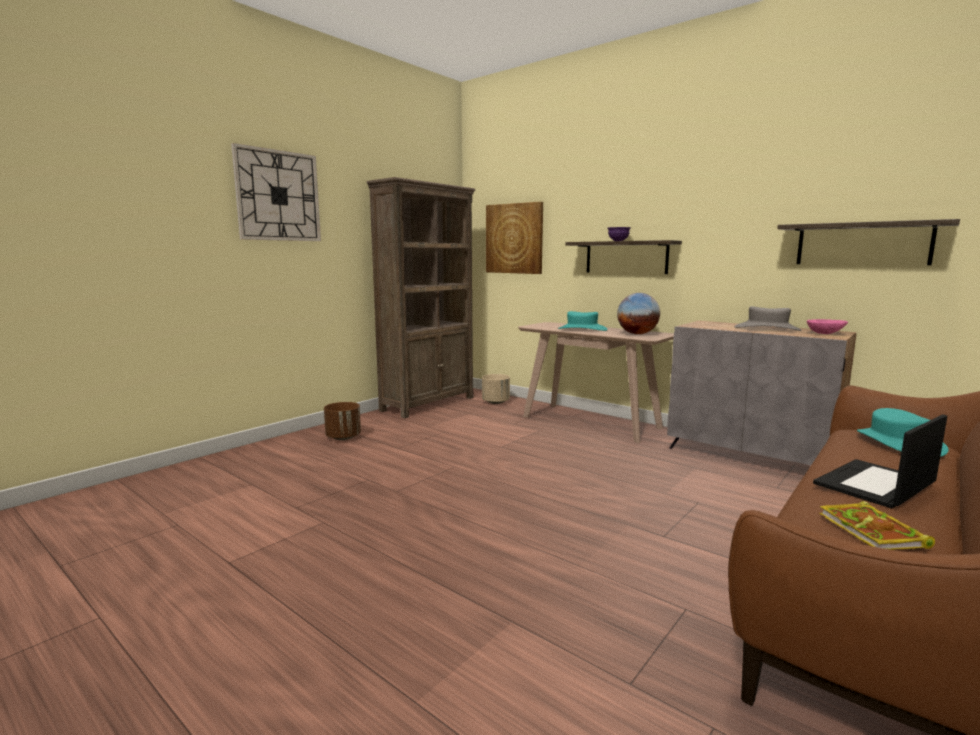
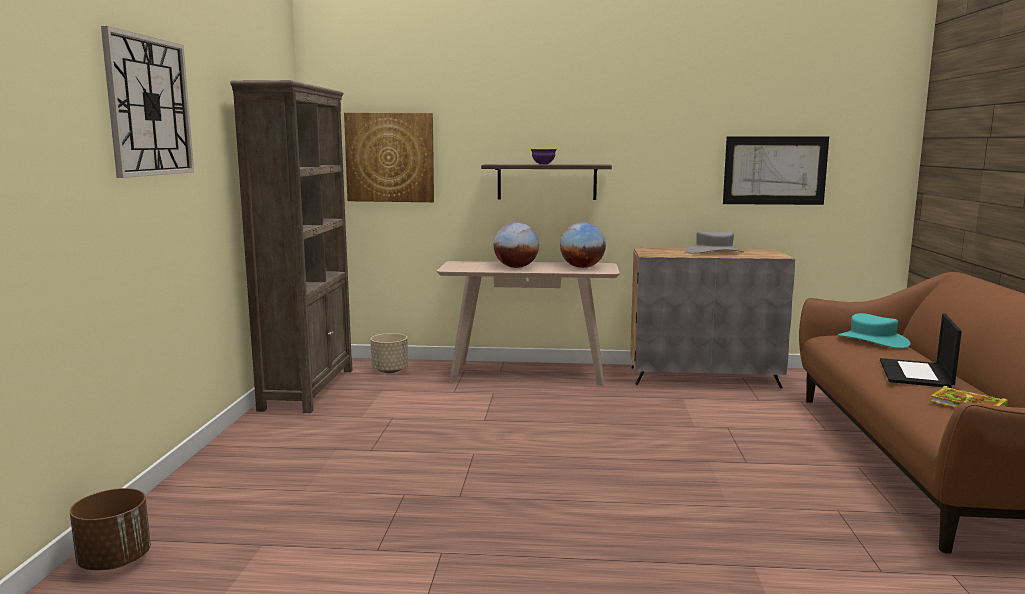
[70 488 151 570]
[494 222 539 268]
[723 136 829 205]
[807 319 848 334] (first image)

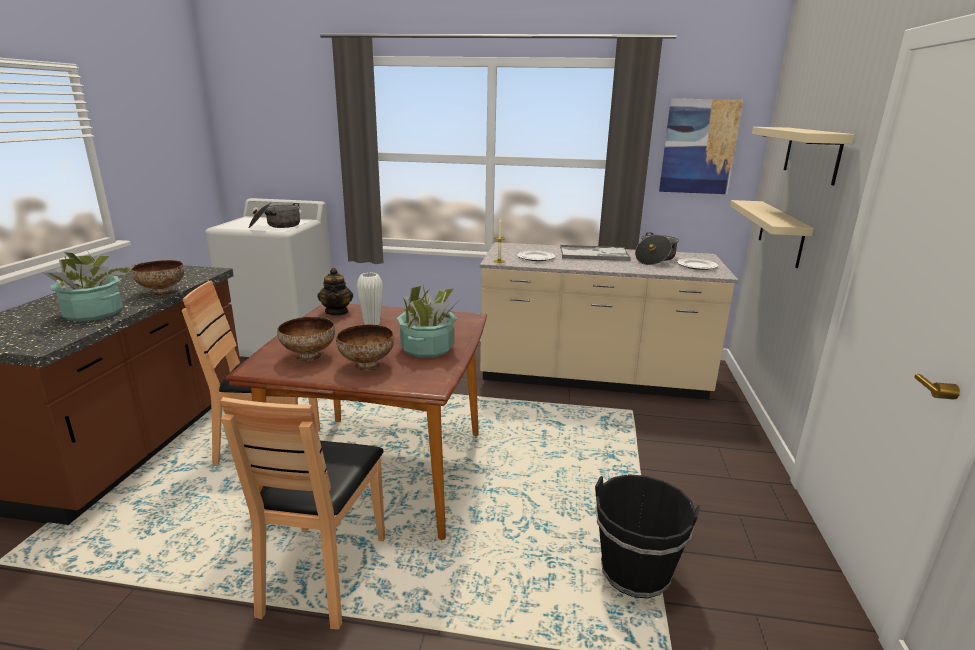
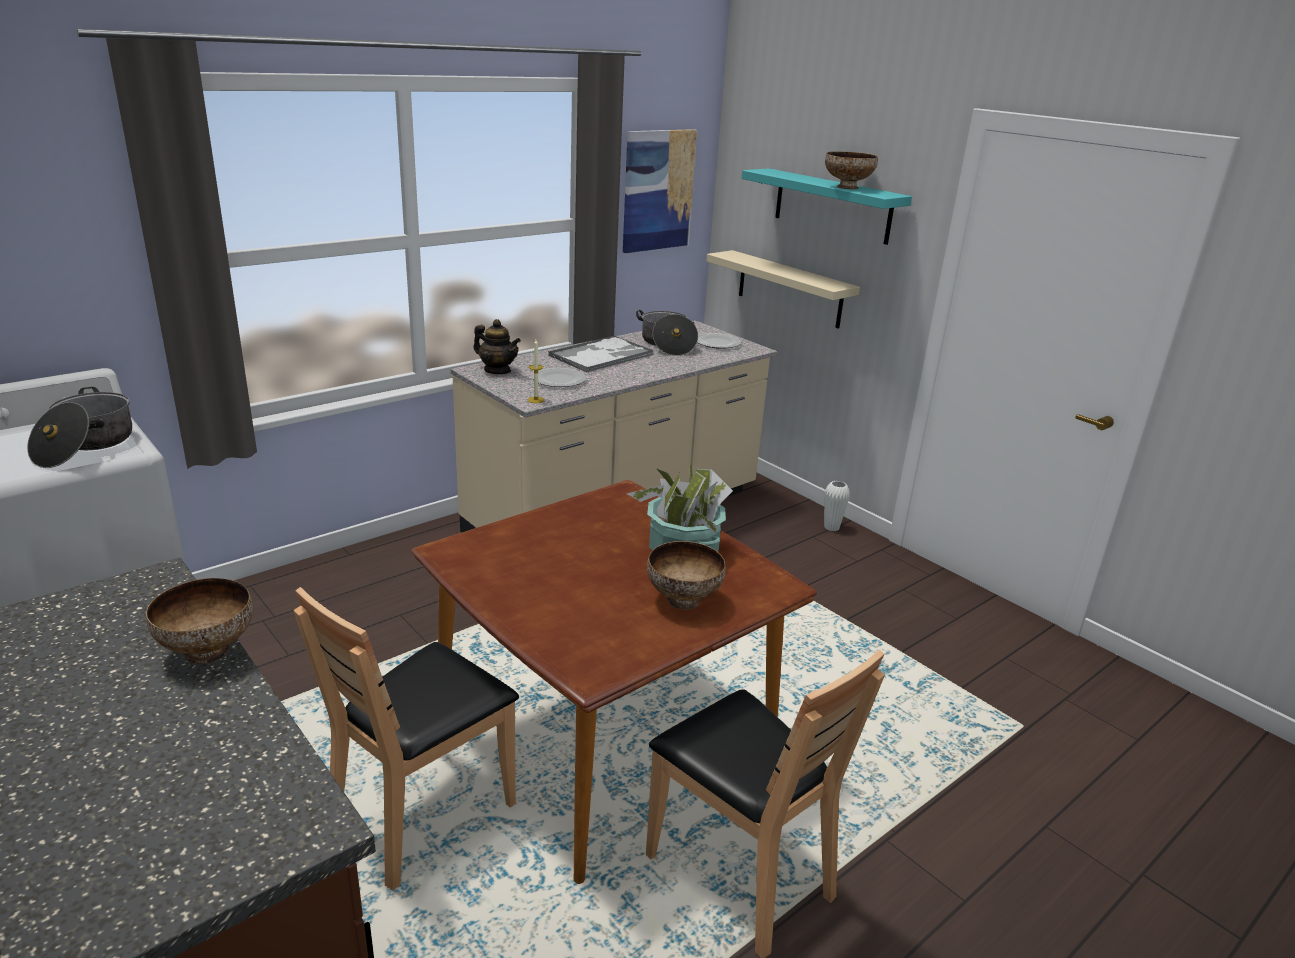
[474 319 521 374]
[742 168 912 245]
[824 481 850 531]
[825 151 878 189]
[41 251 135 322] (first image)
[595 474 700 598] (first image)

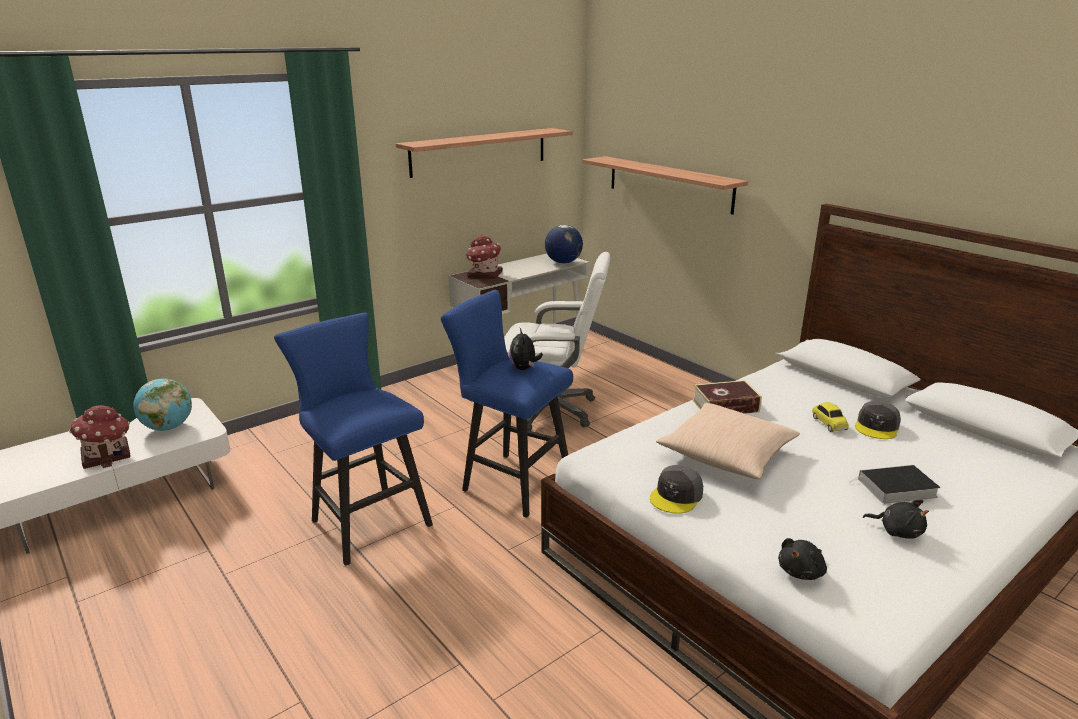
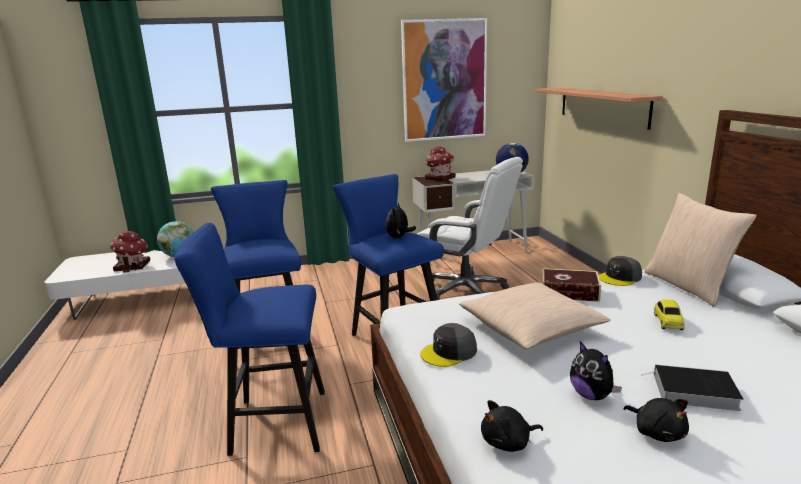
[174 223 325 456]
[401 18 487 142]
[570 342 622 400]
[599 256 642 286]
[644 193 757 307]

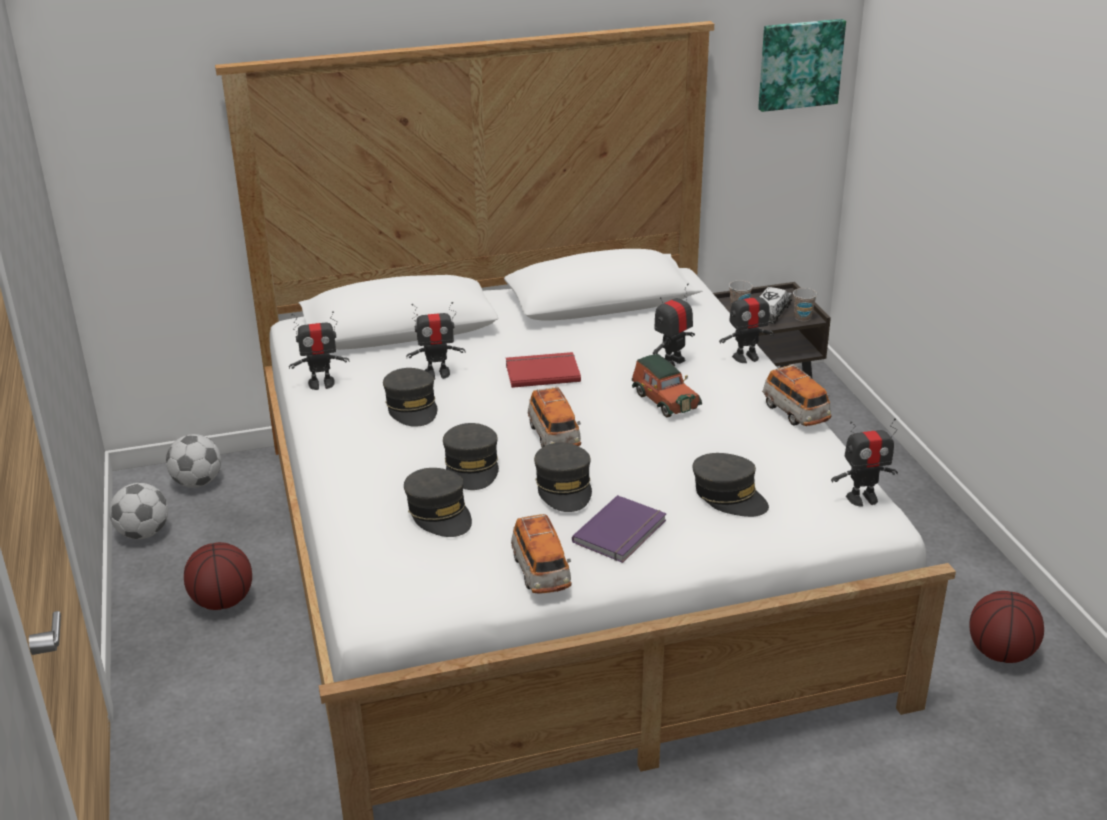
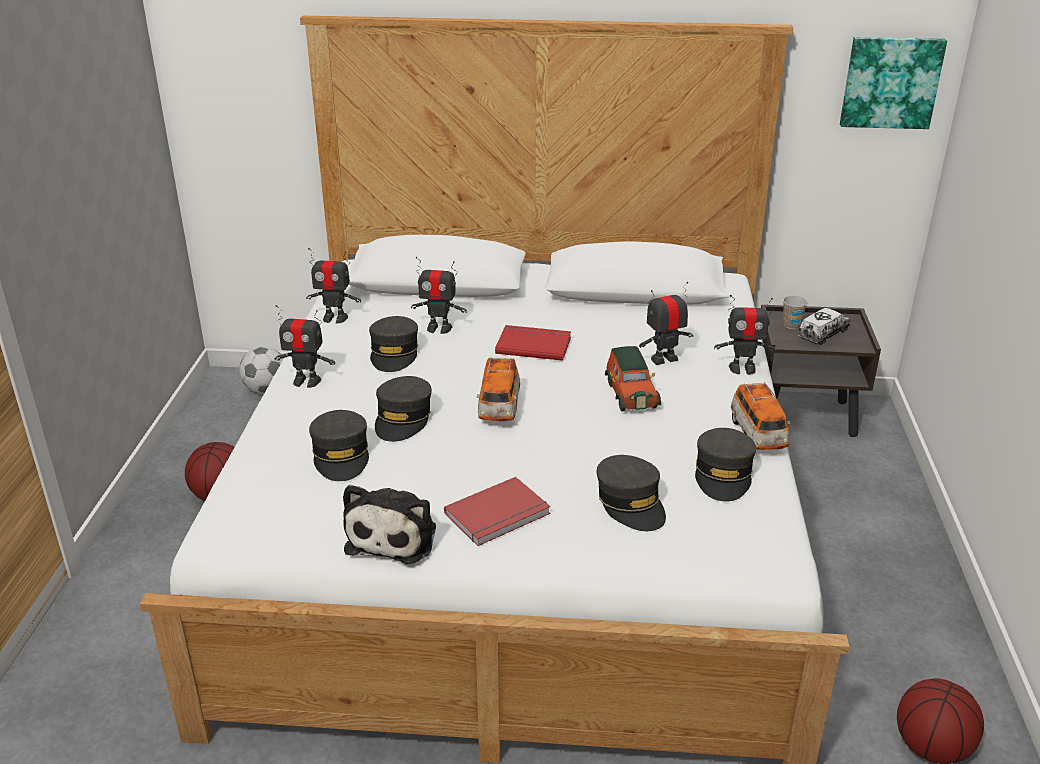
[275 305 335 388]
[343 484 436 564]
[444 477 551 546]
[695 428 756 502]
[109 483 168 539] (first image)
[793 288 817 321] (first image)

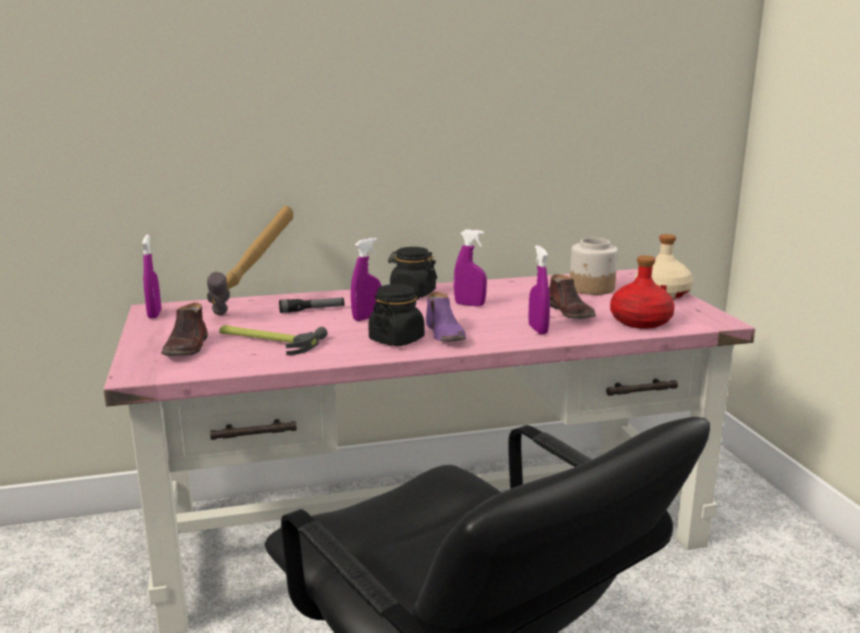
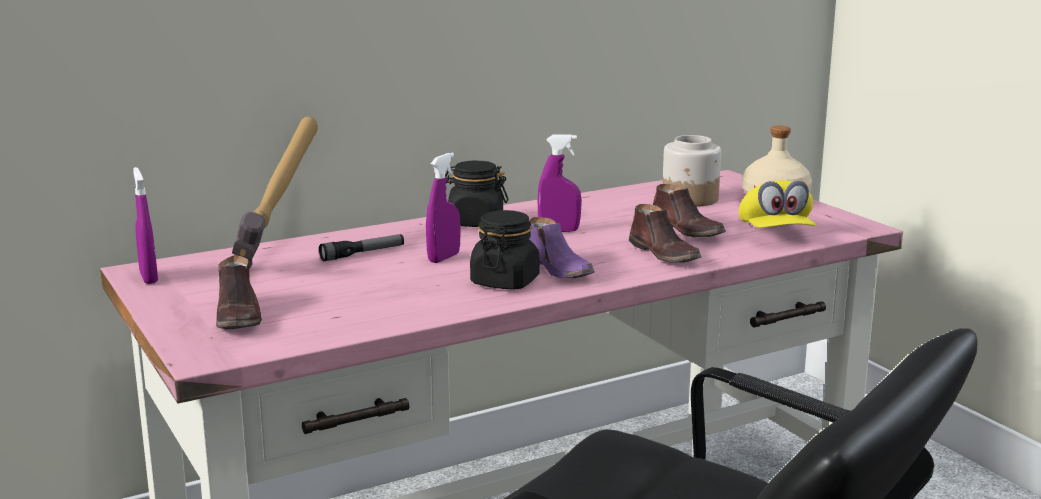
[629 204 701 262]
[739 180 816 228]
[219 325 328 355] (first image)

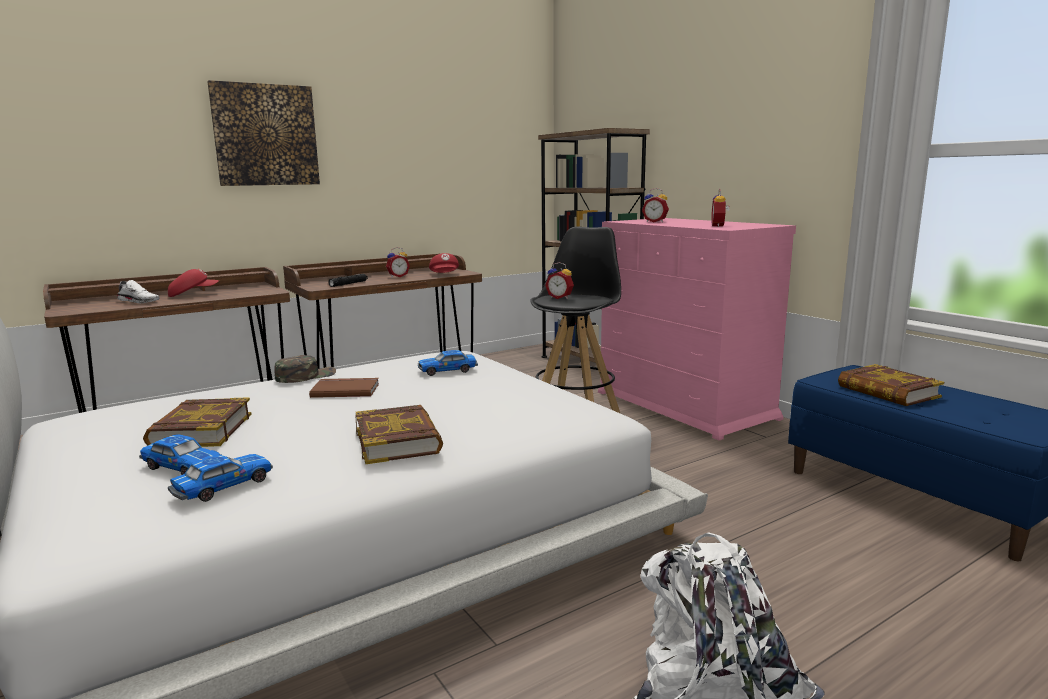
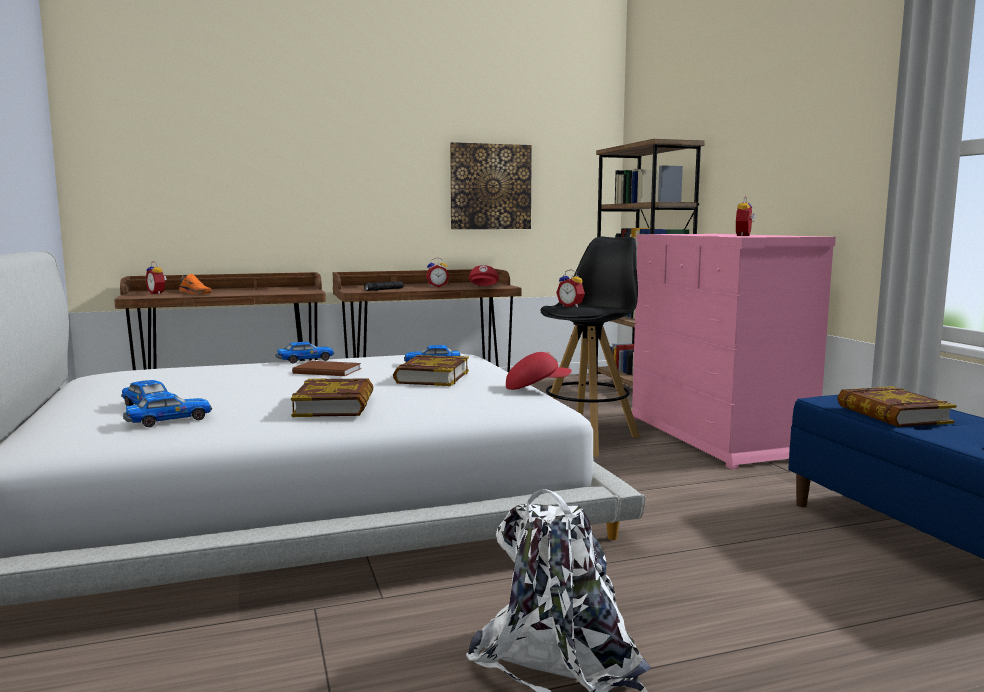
[146 261 167 294]
[179 274 212 295]
[276 342 334 364]
[393 355 469 386]
[450 142 532 229]
[506 352 572 390]

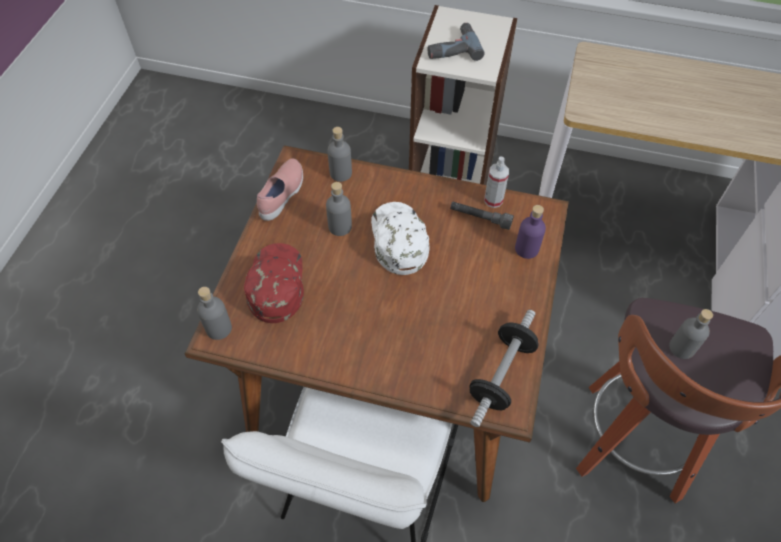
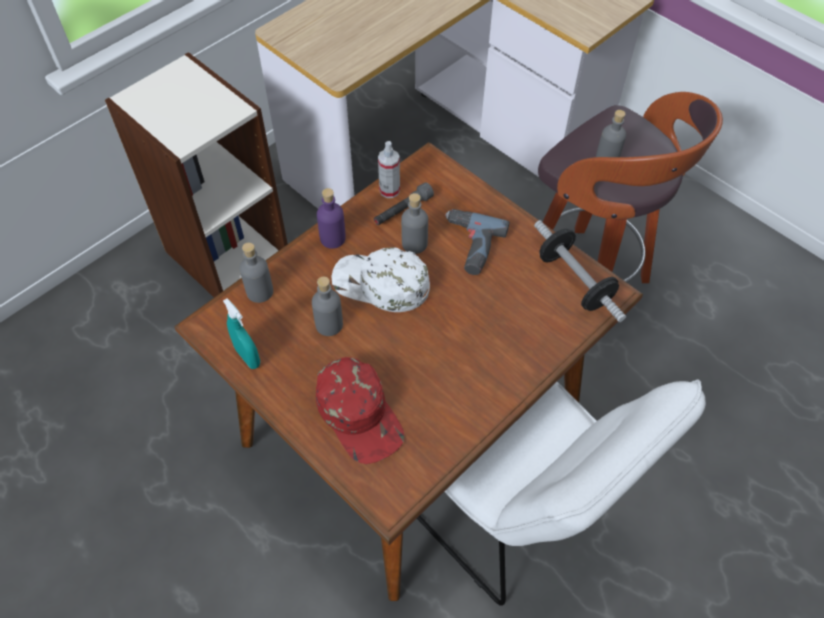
[223 298 260 369]
[316 357 404 464]
[317 188 346 249]
[401 193 428 254]
[445 209 510 275]

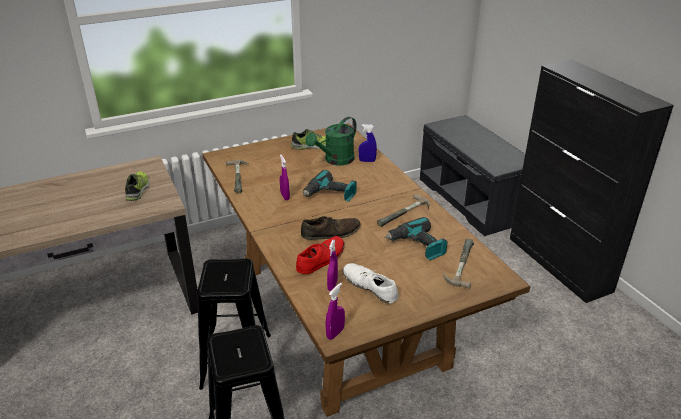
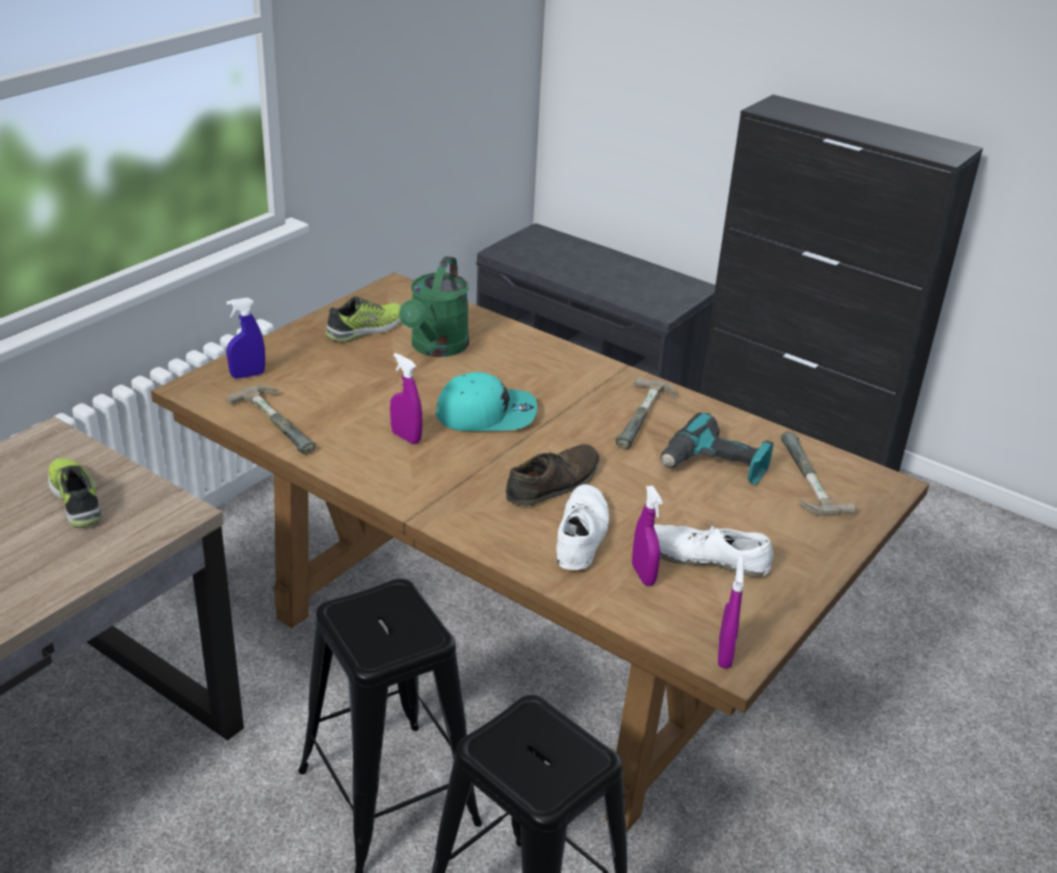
[226 298 265 378]
[436 372 537 431]
[556 484 610 570]

